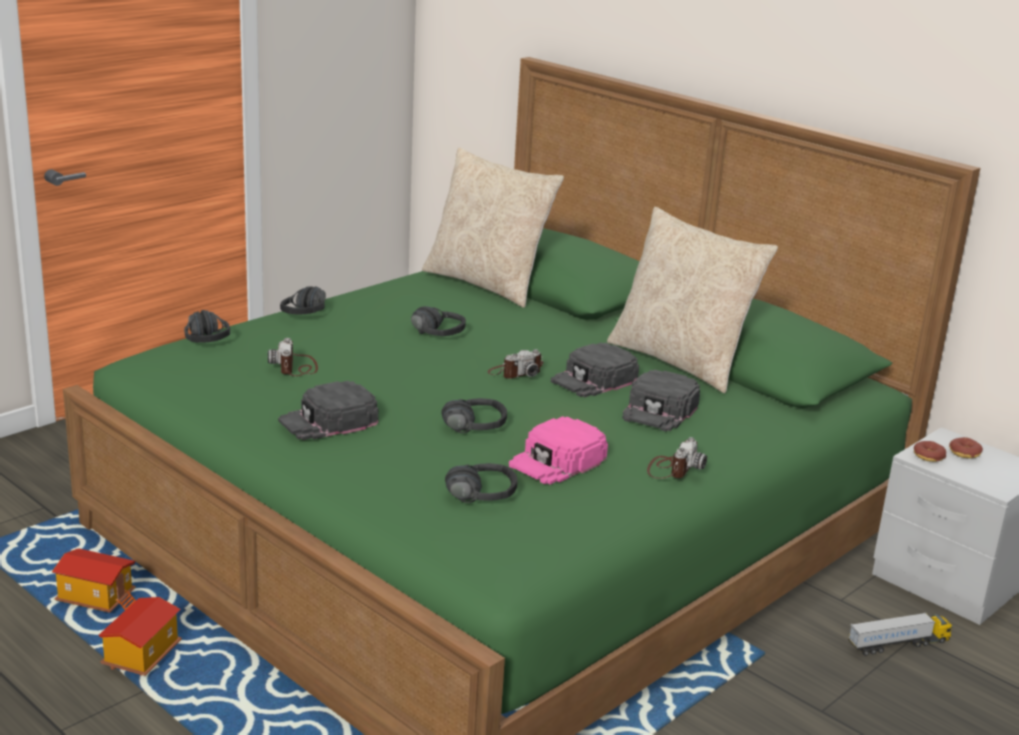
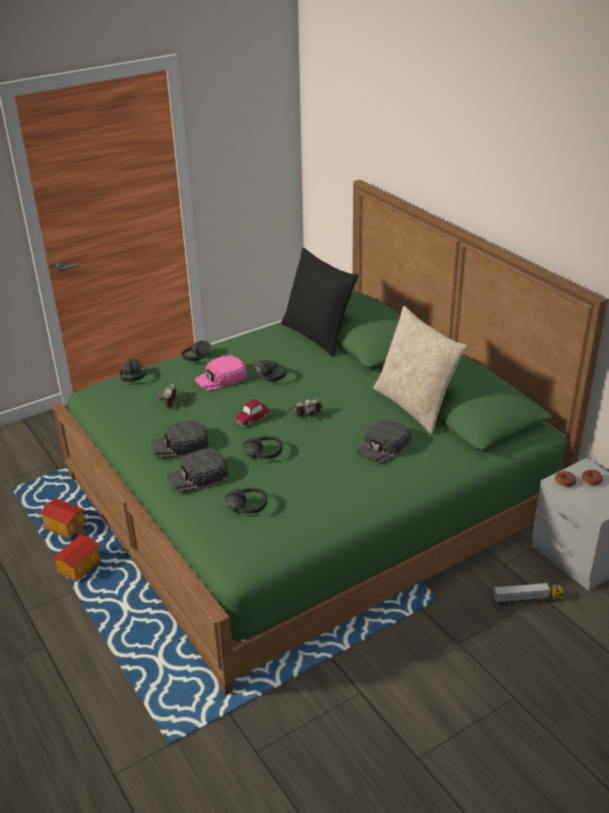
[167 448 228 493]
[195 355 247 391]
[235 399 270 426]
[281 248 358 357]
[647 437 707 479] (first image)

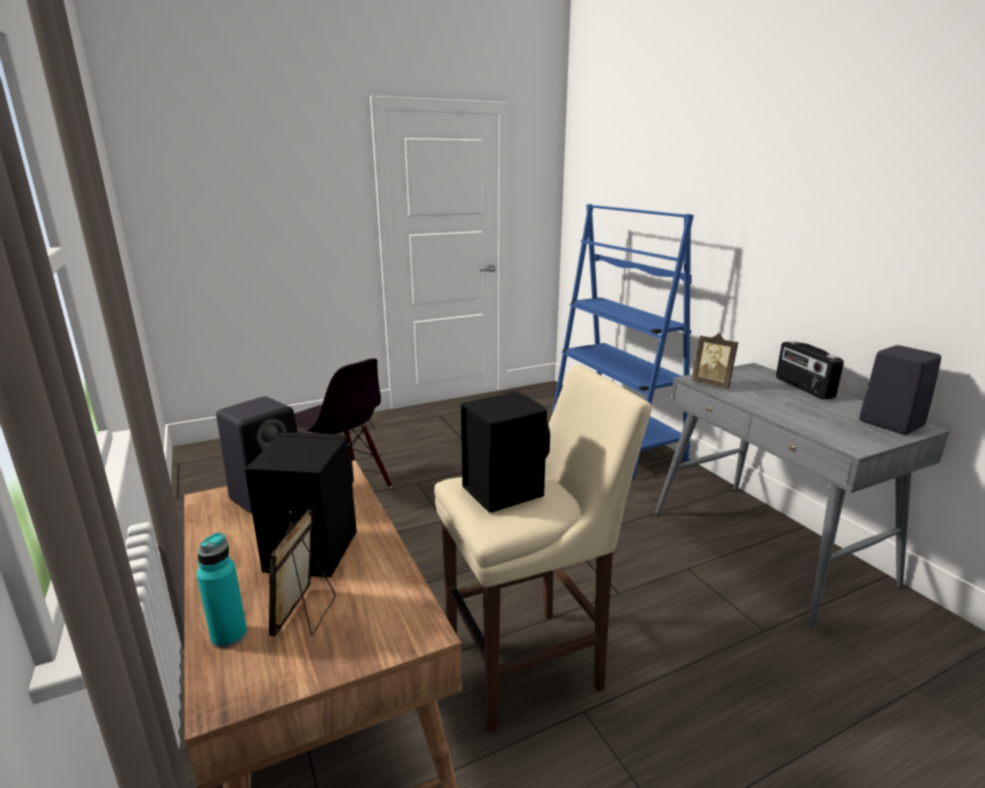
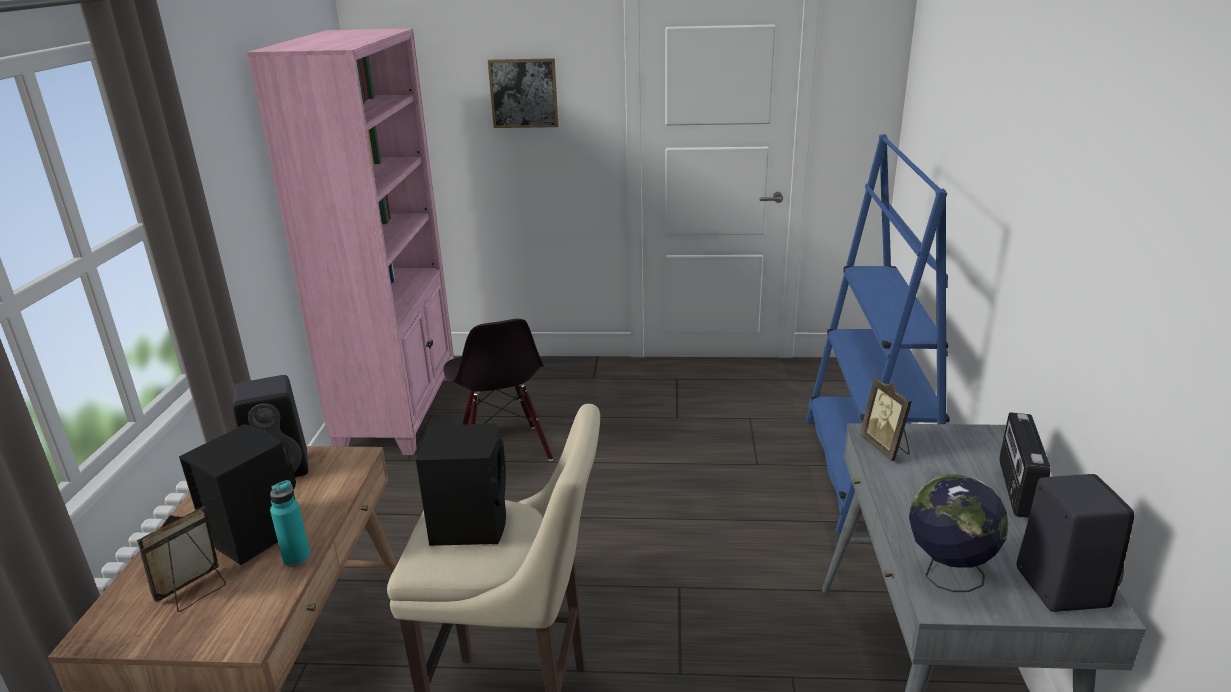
[247 28 454 455]
[270 480 311 567]
[488 58 558 128]
[909 474 1008 592]

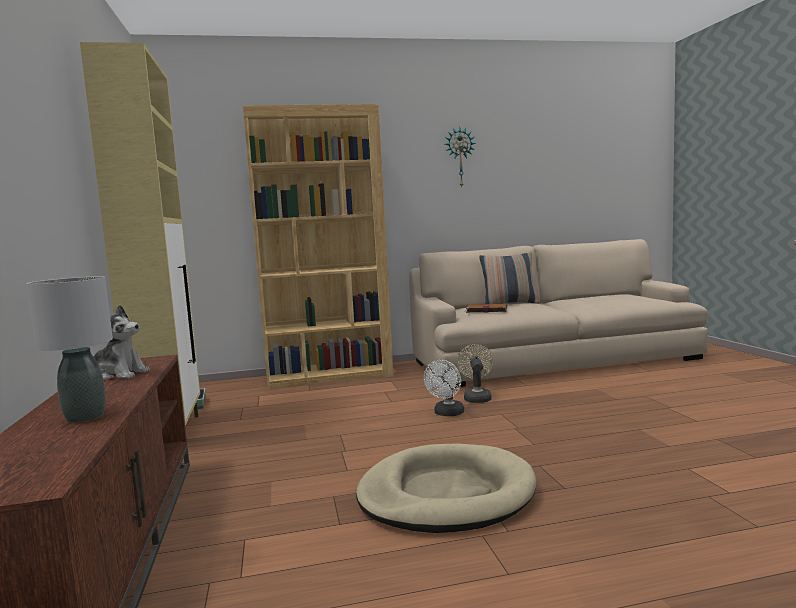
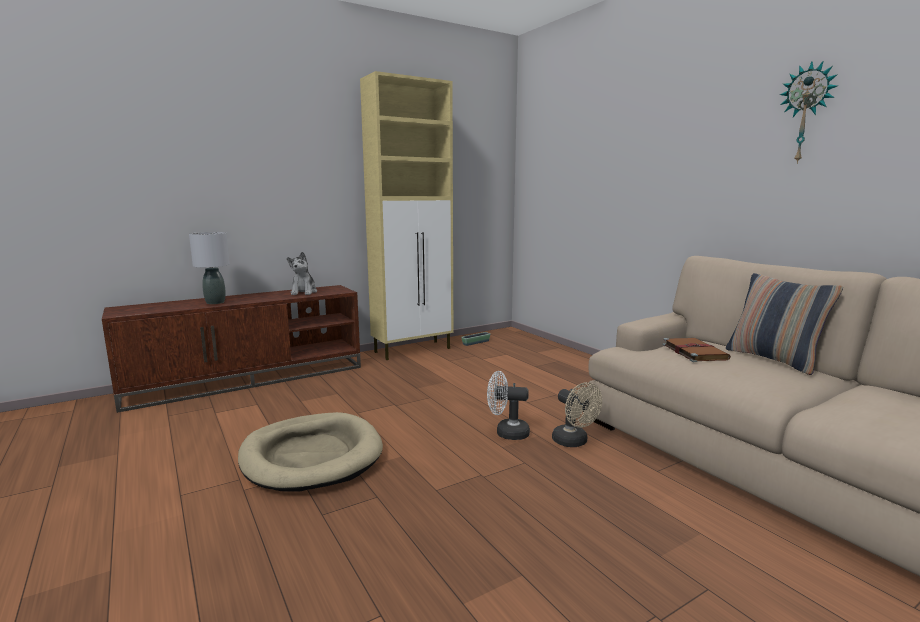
[552 382 602 447]
[243 104 394 389] (first image)

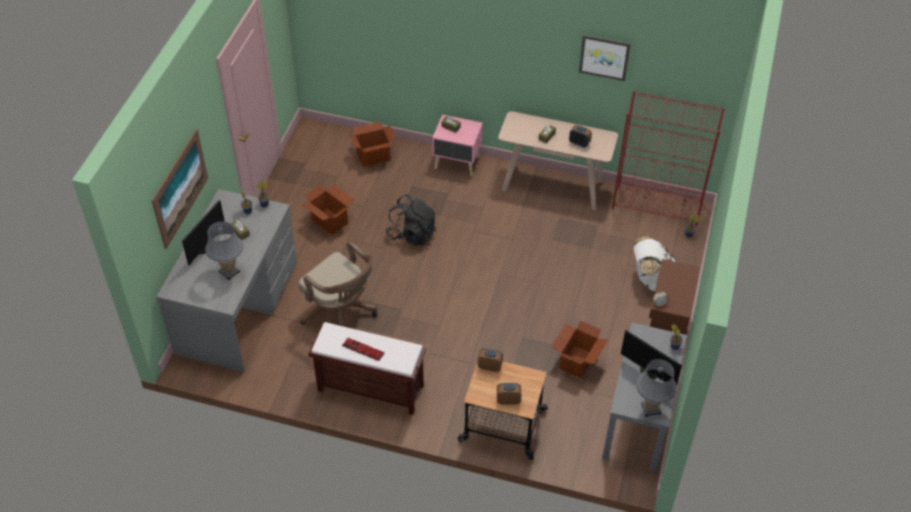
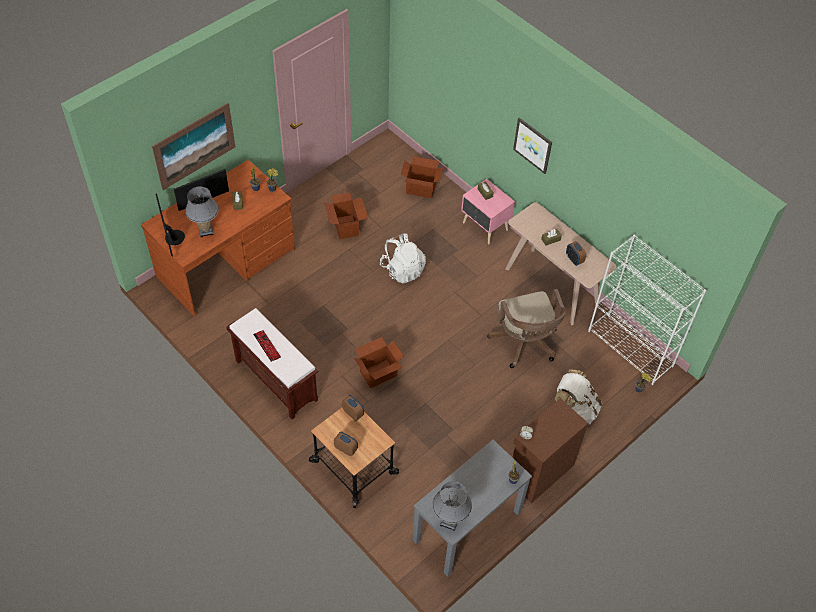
[141 160 295 317]
[156 193 185 257]
[354 337 403 388]
[380 233 426 283]
[487 289 566 368]
[513 118 552 174]
[588 235 706 385]

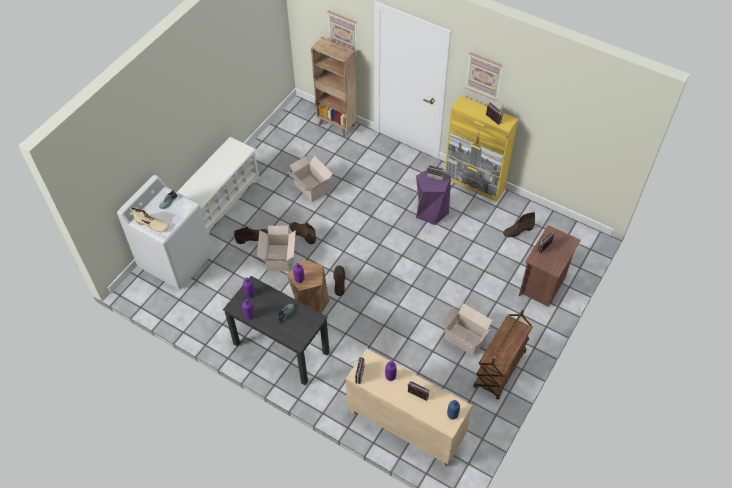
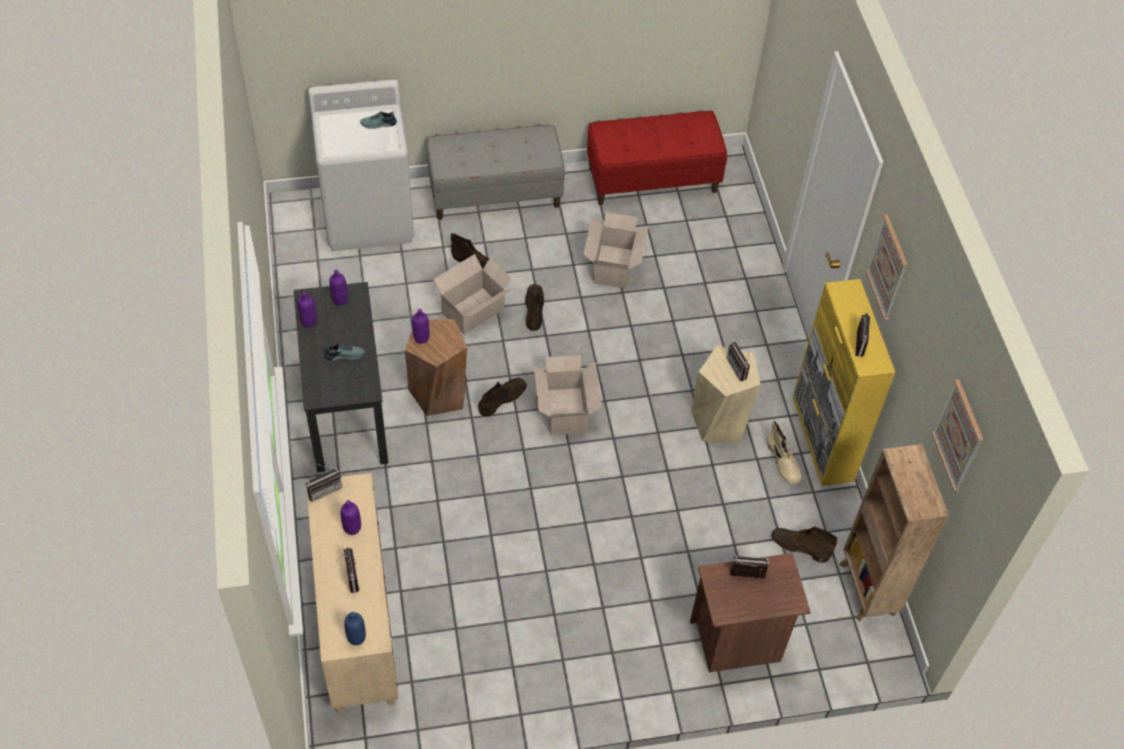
[426 124 565 220]
[534 355 602 435]
[587 111 727 205]
[691 346 761 444]
[767 420 802 485]
[839 444 949 621]
[932 379 984 491]
[473 309 533 400] (first image)

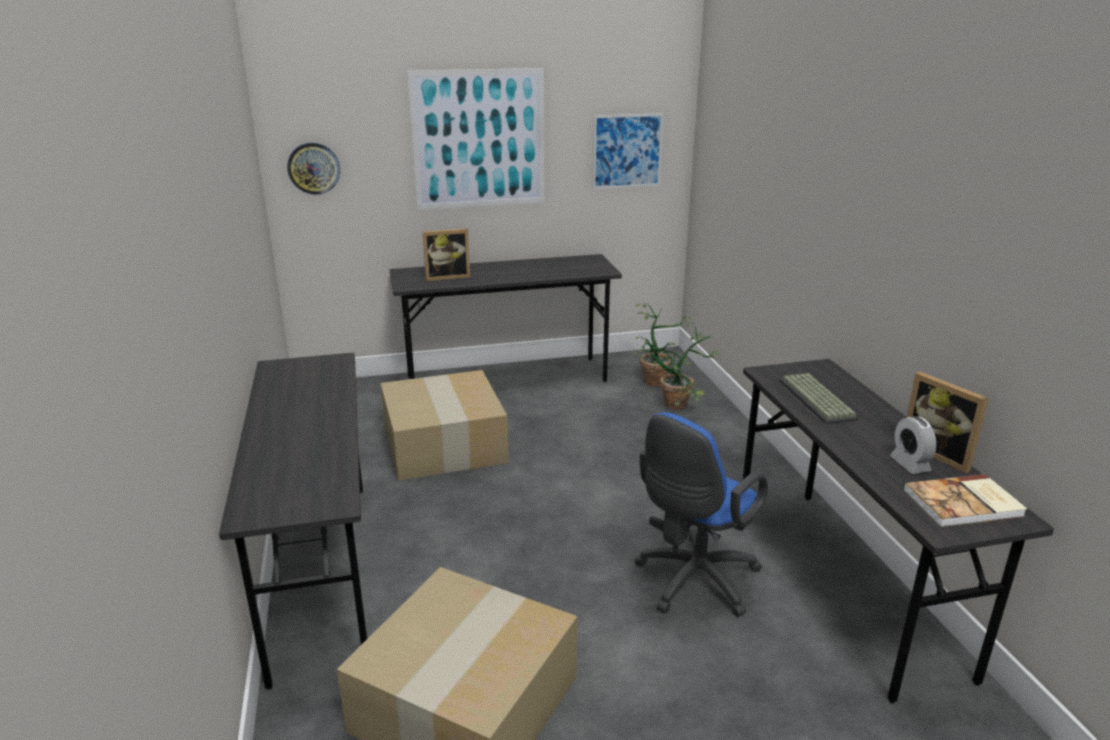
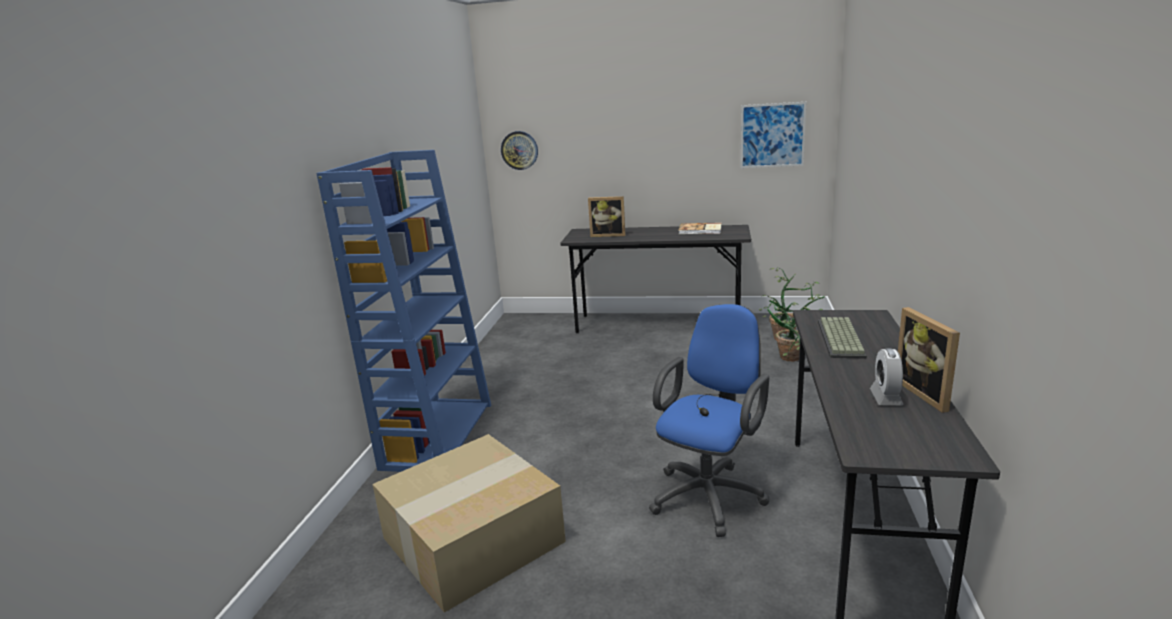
[316 150 491 472]
[649 304 769 537]
[678 223 722 234]
[381 370 509 481] (first image)
[407 68 545 210] (first image)

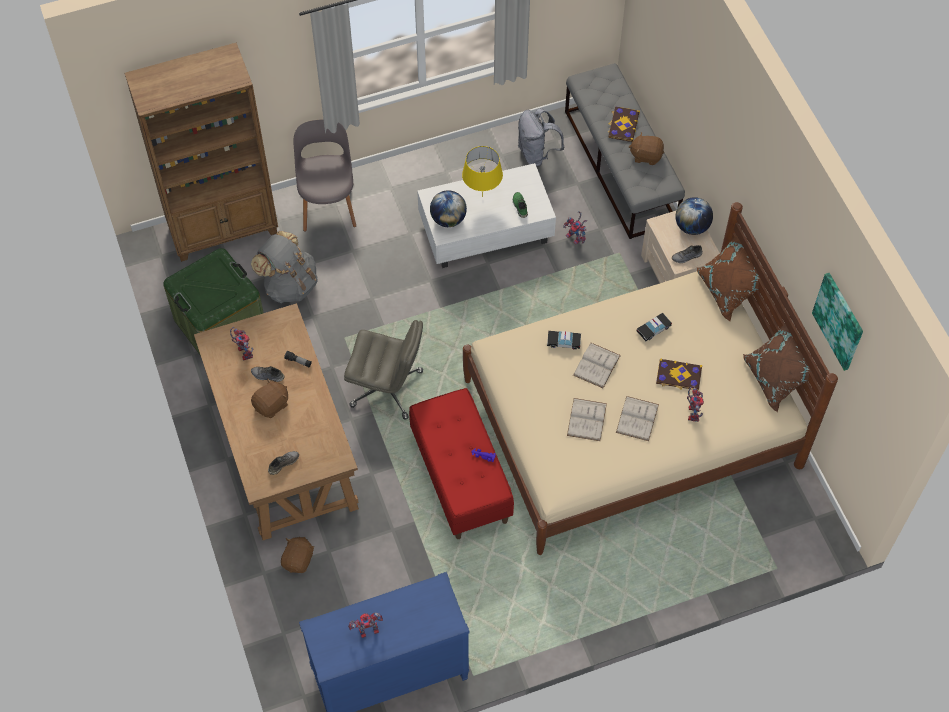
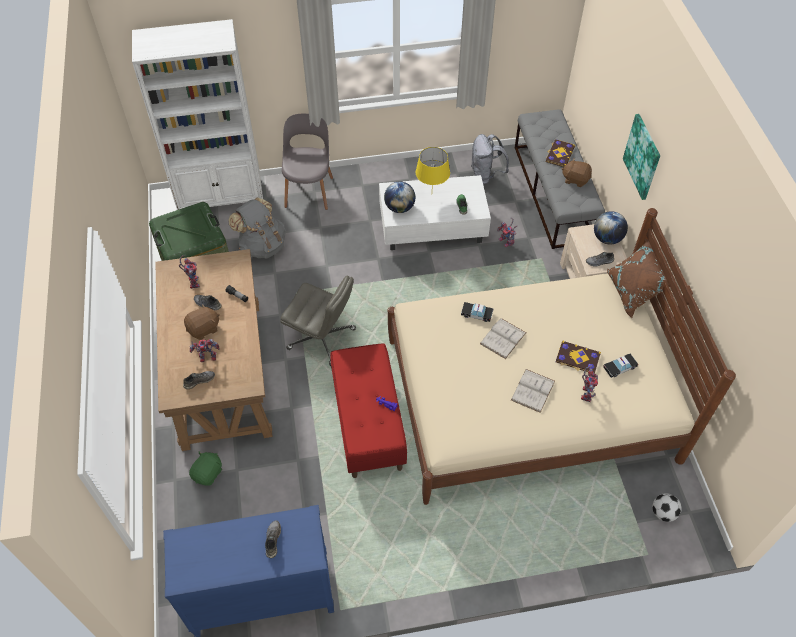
[132 19 263 210]
[189 452 222 486]
[190 339 219 362]
[265 520 281 558]
[603 354 638 378]
[623 114 660 200]
[652 493 682 522]
[567 398 607 441] (first image)
[743 323 814 413] (first image)

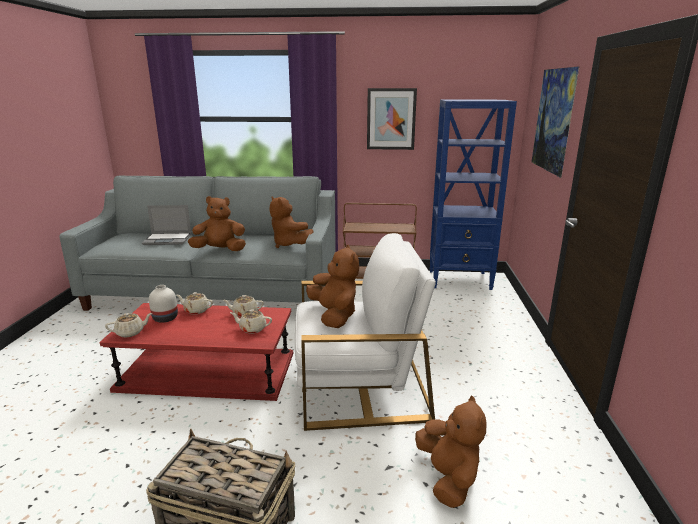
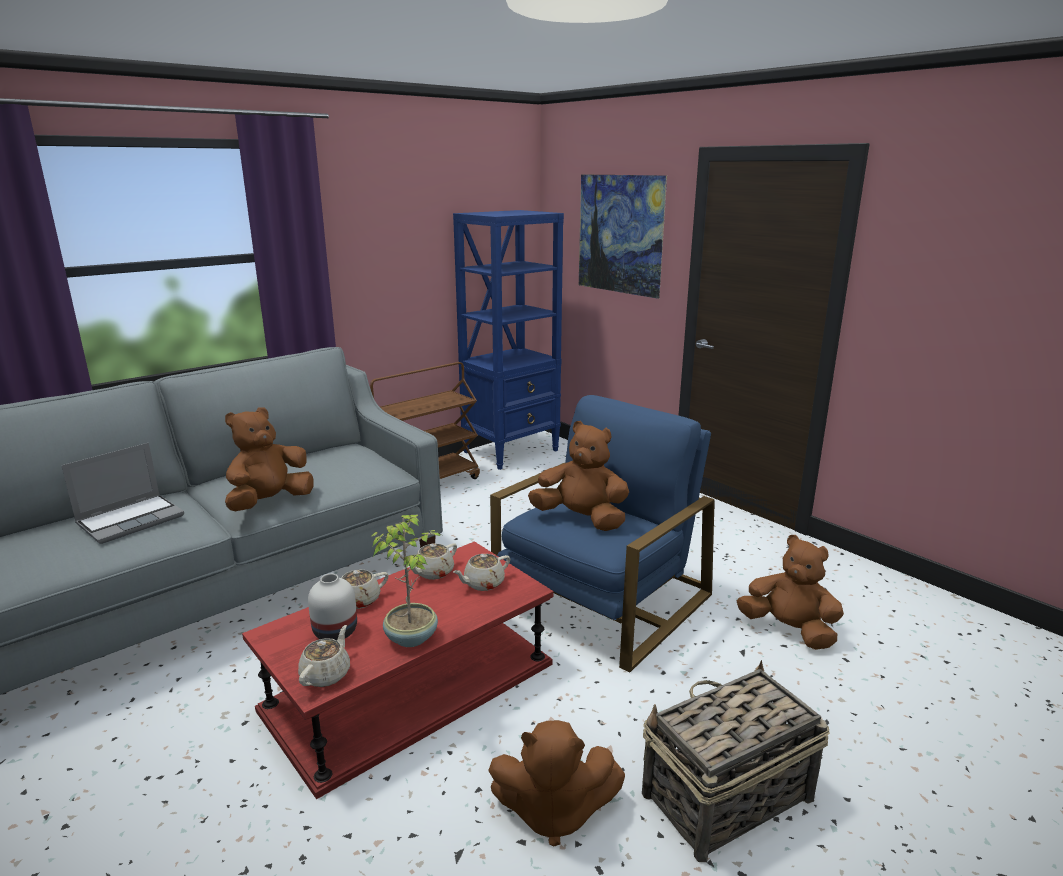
[372 515 441 647]
[488 720 625 847]
[490 395 714 673]
[367 88 417 150] (first image)

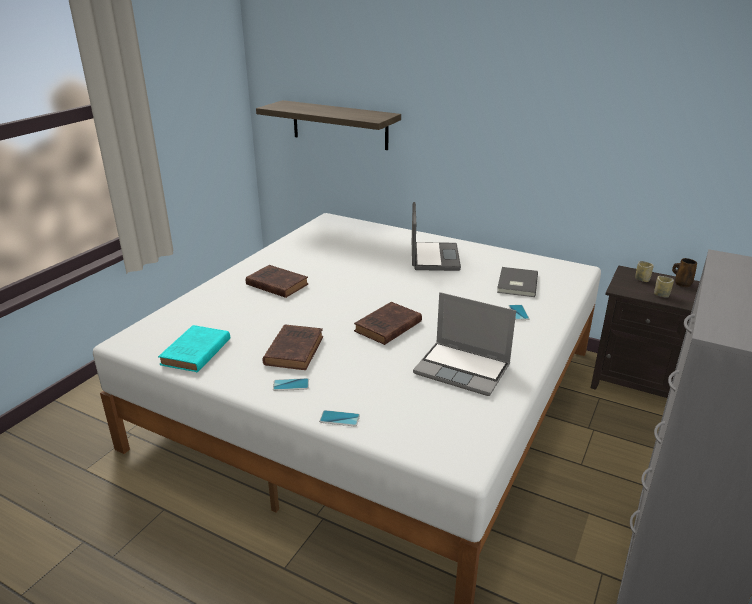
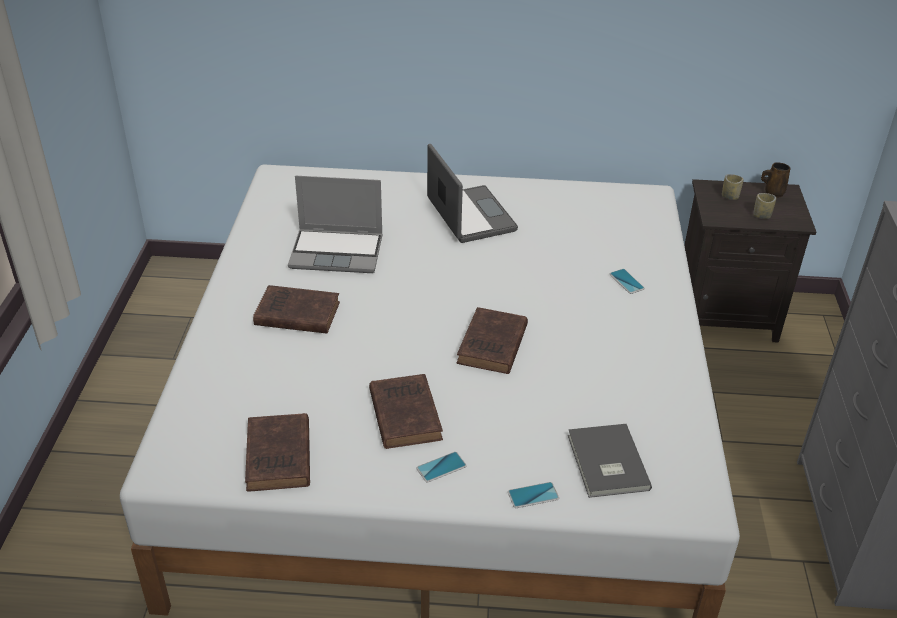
[245 413 310 491]
[288 176 383 273]
[568 424 652 498]
[256 100 401 150] (first image)

